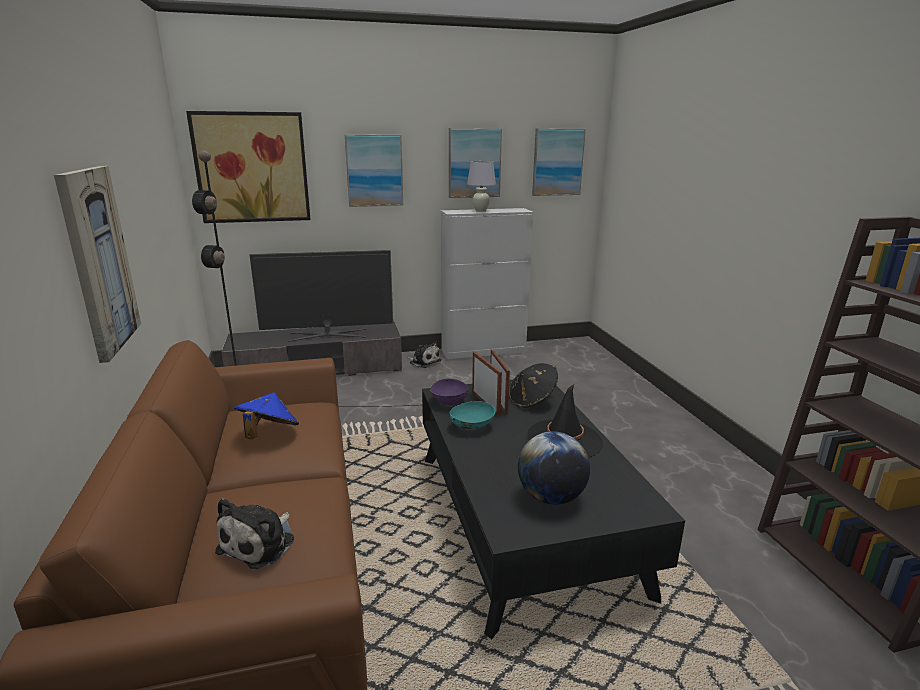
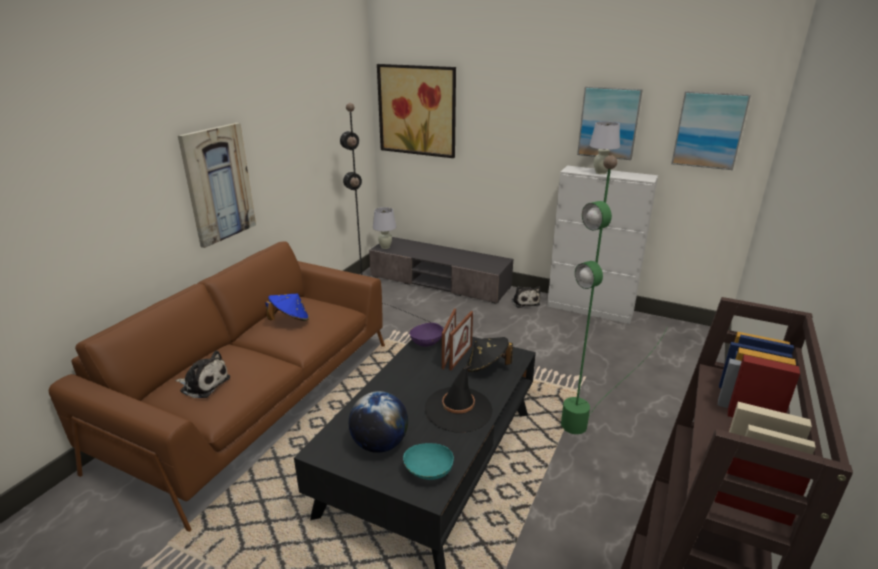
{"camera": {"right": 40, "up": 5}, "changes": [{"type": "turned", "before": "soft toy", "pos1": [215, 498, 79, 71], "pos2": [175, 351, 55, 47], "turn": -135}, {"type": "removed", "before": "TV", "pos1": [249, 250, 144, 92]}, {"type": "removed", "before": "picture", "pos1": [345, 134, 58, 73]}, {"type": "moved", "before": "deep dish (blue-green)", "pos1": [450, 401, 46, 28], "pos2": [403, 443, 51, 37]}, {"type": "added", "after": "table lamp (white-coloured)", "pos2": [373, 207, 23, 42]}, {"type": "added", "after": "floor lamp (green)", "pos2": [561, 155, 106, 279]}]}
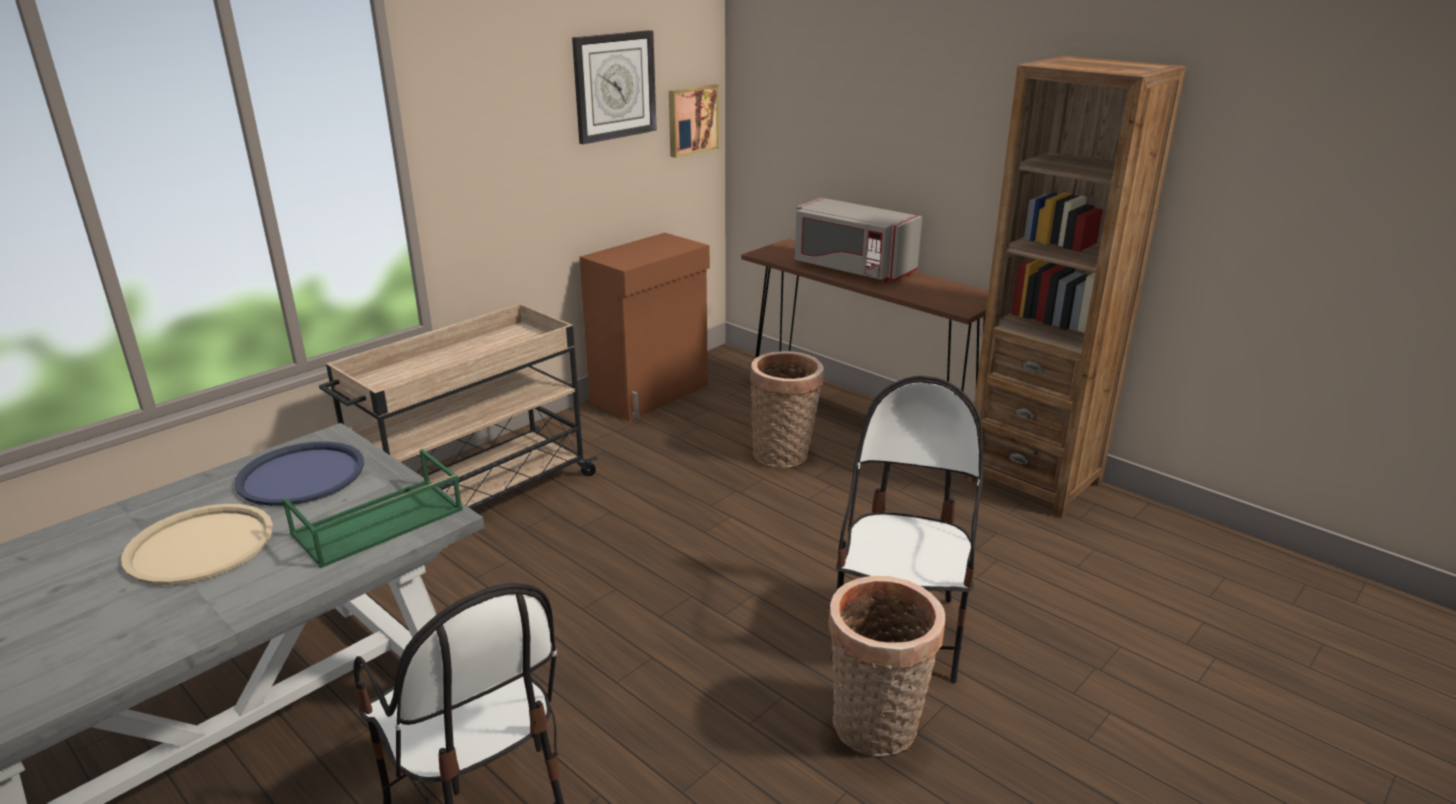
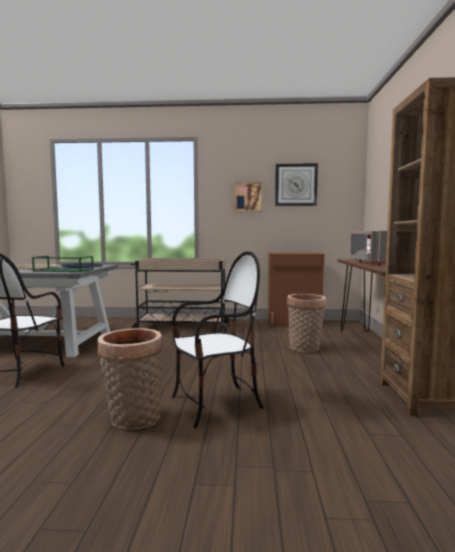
{"camera": {"right": 50, "up": -20}, "changes": [{"type": "moved", "before": "picture", "pos1": [669, 84, 51, 74], "pos2": [234, 182, 29, 30]}]}
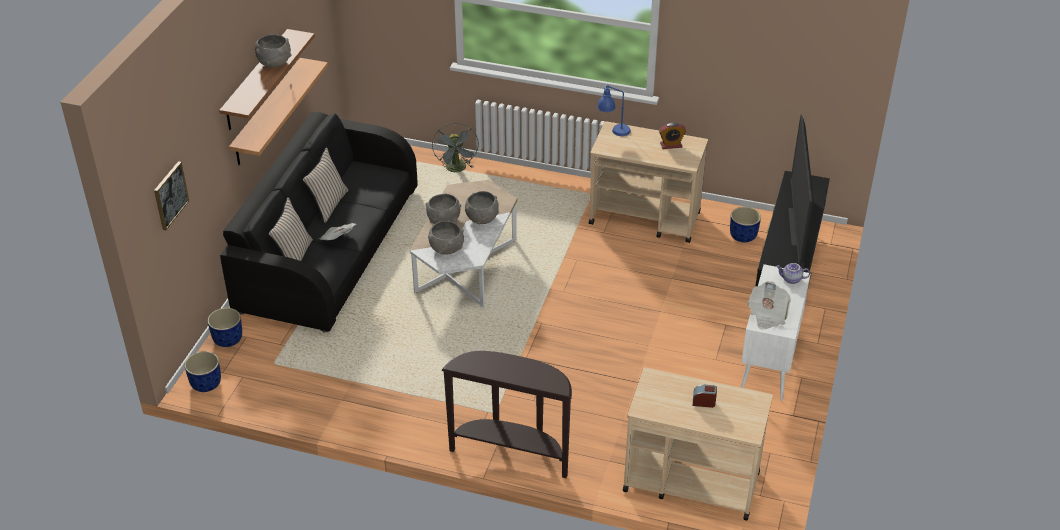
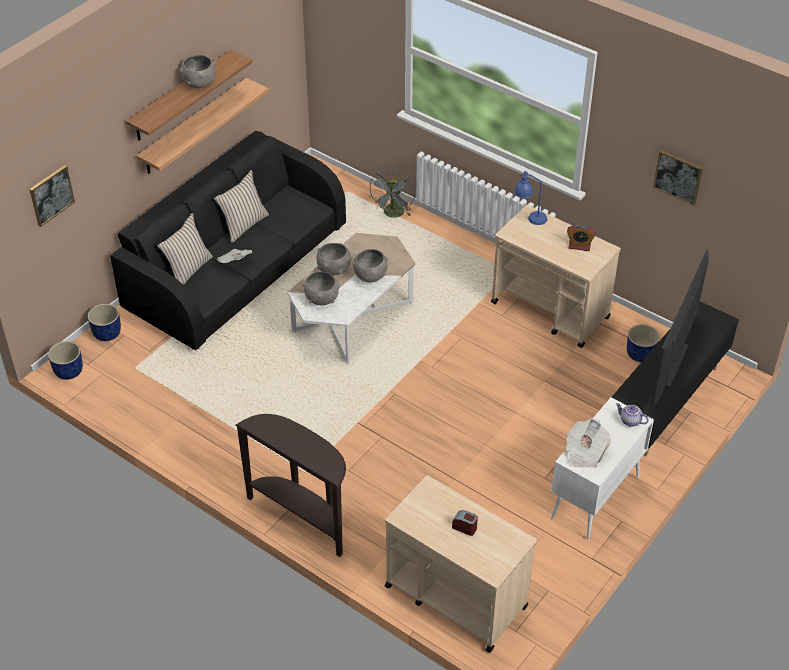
{"camera": {"right": 20, "up": 5}, "changes": [{"type": "added", "after": "picture", "pos2": [653, 150, 50, 56]}]}
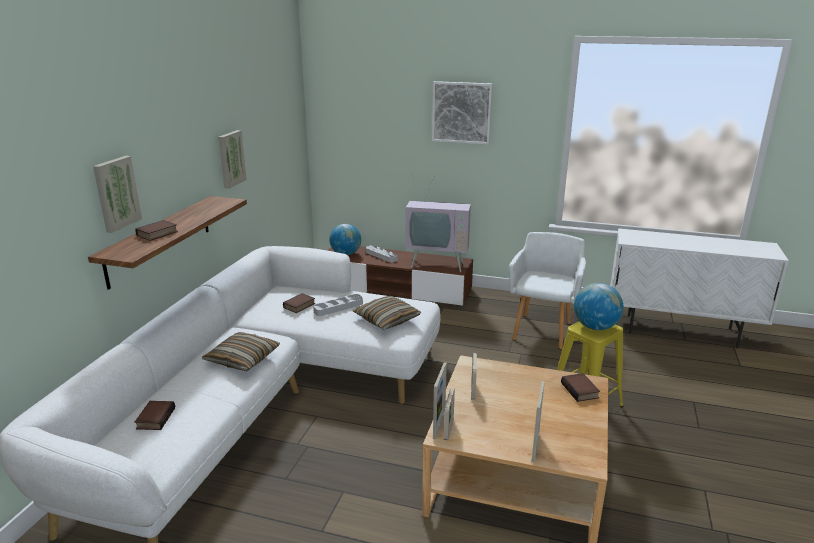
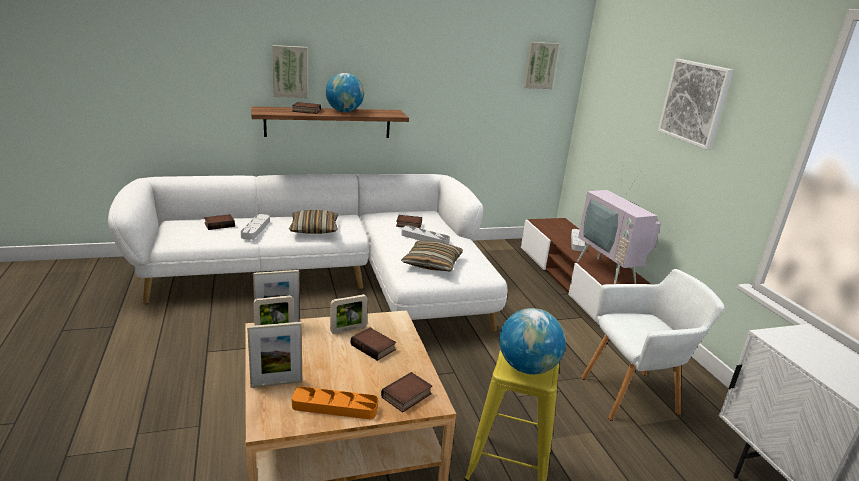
{"camera": {"right": 55, "up": 0}, "changes": [{"type": "moved", "before": "picture", "pos1": [218, 130, 29, 59], "pos2": [524, 42, 35, 47]}, {"type": "moved", "before": "globe", "pos1": [329, 224, 32, 31], "pos2": [326, 73, 38, 39]}, {"type": "added", "after": "tray (grey)", "pos2": [241, 214, 29, 26]}, {"type": "added", "after": "tray (orange-coloured)", "pos2": [292, 386, 86, 33]}, {"type": "added", "after": "volume", "pos2": [351, 328, 45, 33]}]}
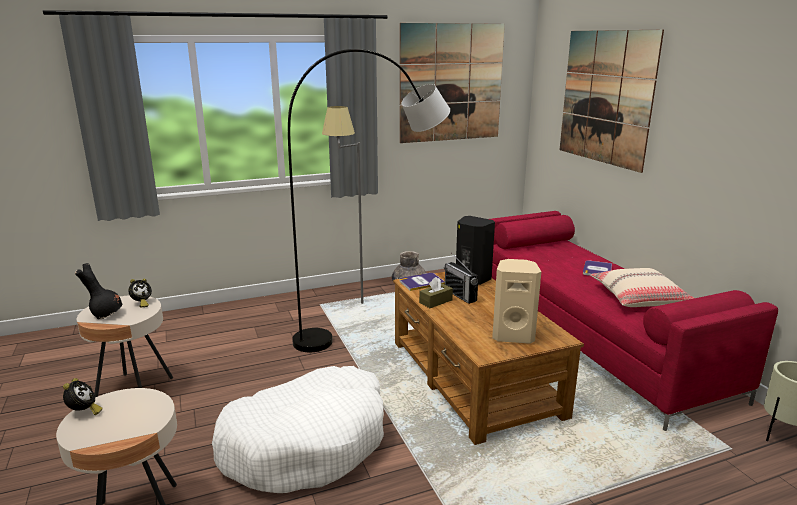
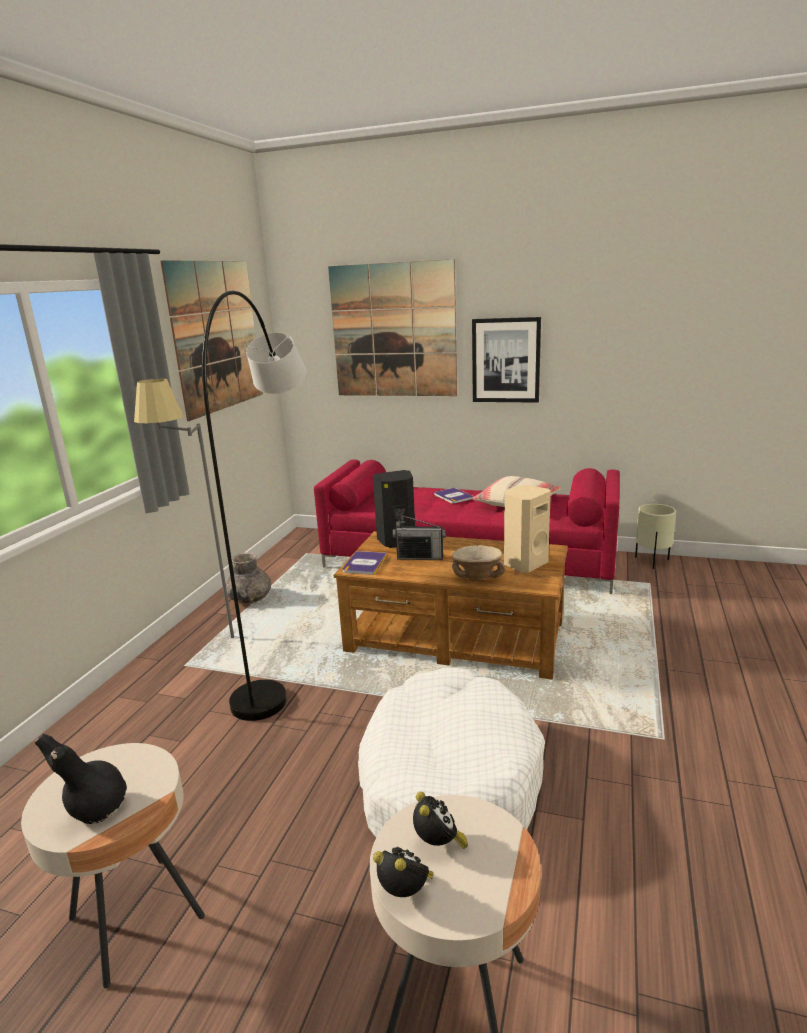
{"camera": {"right": -50, "up": 0}, "changes": [{"type": "moved", "before": "alarm clock", "pos1": [129, 279, 23, 28], "pos2": [413, 792, 55, 57]}, {"type": "removed", "before": "tissue box (brown)", "pos1": [419, 277, 34, 31]}, {"type": "added", "after": "deep dish (beige-coloured)", "pos2": [452, 545, 53, 36]}, {"type": "added", "after": "picture", "pos2": [472, 317, 69, 86]}]}
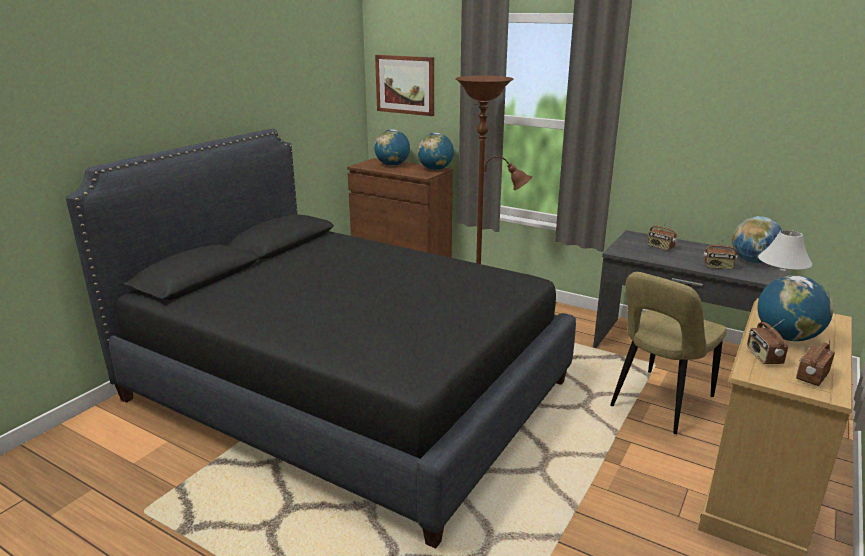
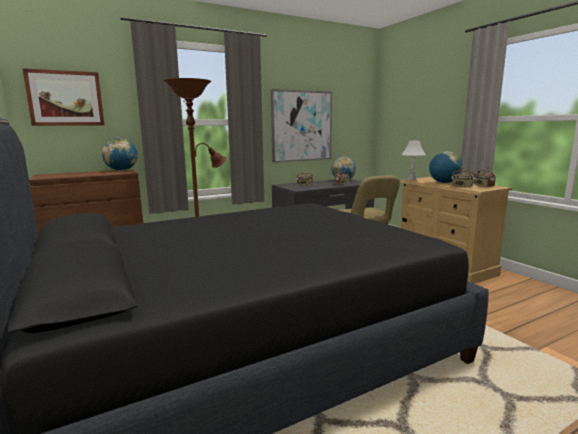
{"camera": {"right": -60, "up": -10}, "changes": [{"type": "removed", "before": "globe", "pos1": [374, 129, 36, 37]}, {"type": "added", "after": "picture", "pos2": [271, 89, 61, 73]}]}
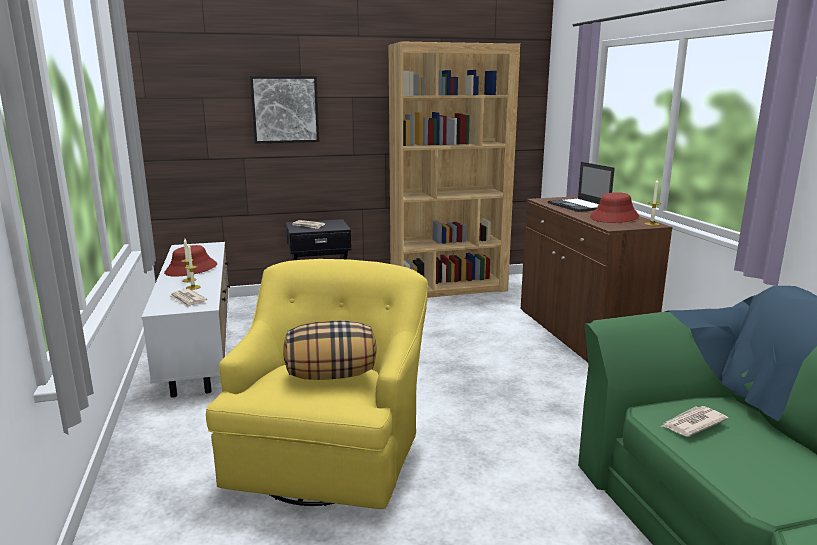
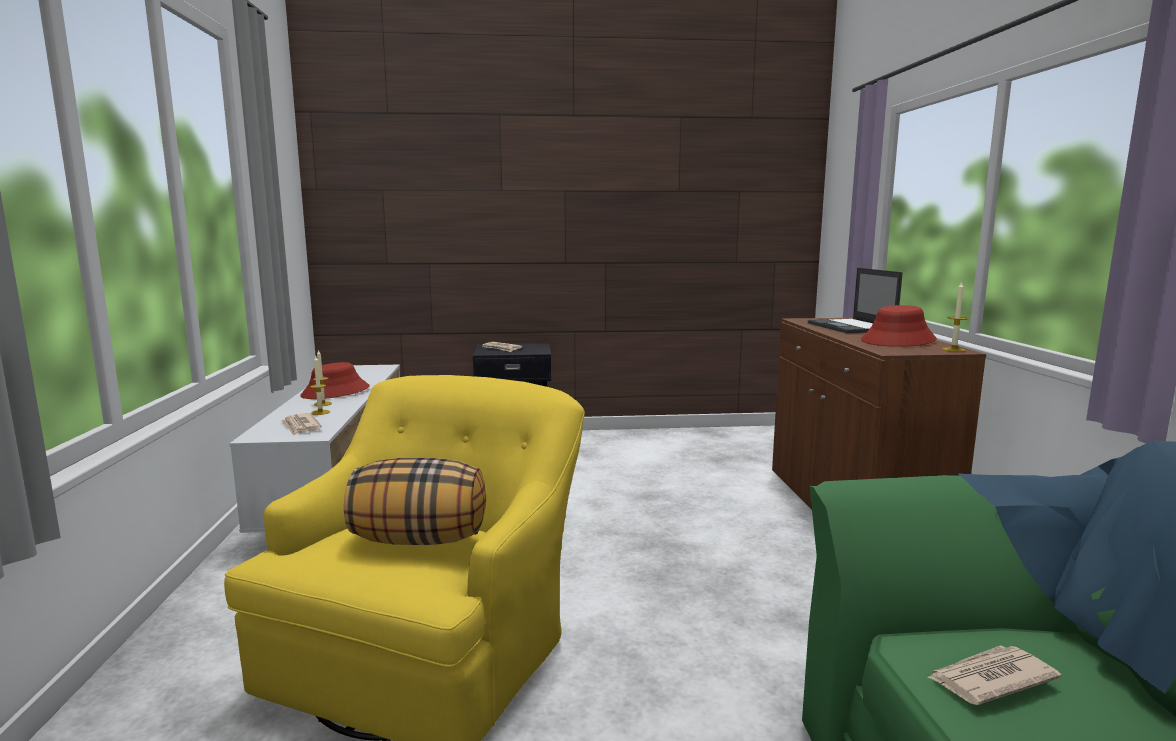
{"camera": {"right": 10, "up": -5}, "changes": [{"type": "removed", "before": "picture", "pos1": [250, 76, 69, 68]}, {"type": "removed", "before": "shelving unit (brown)", "pos1": [388, 42, 132, 256]}]}
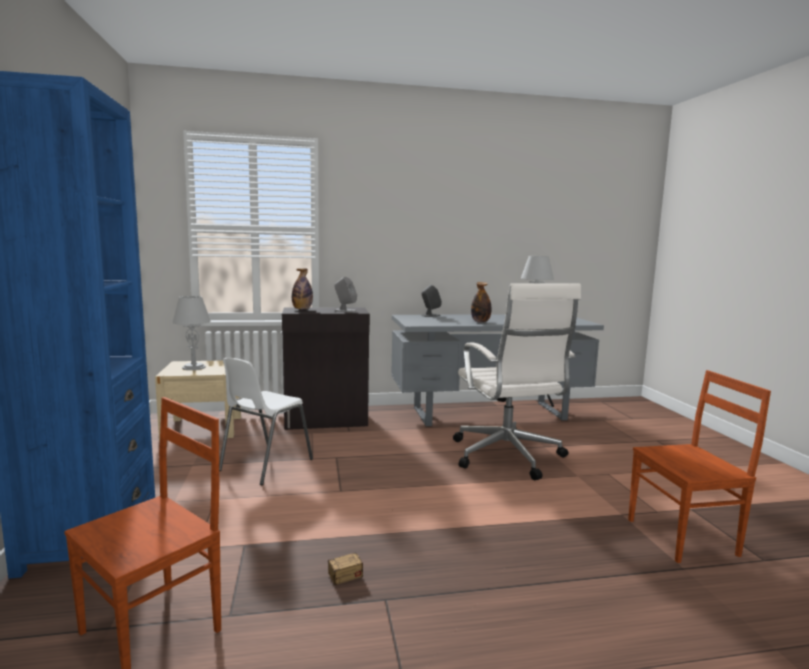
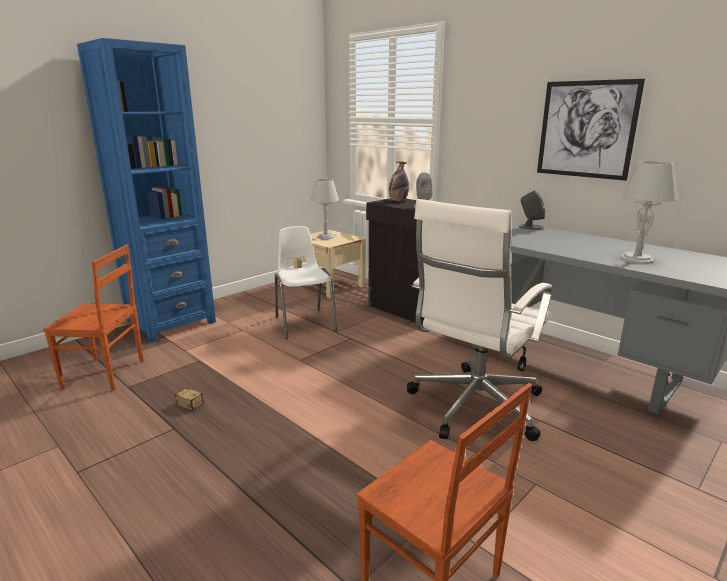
{"camera": {"right": 55, "up": 10}, "changes": [{"type": "turned", "before": "plain chair (white-coloured)", "pos1": [219, 358, 94, 127], "pos2": [275, 226, 62, 113], "turn": 75}, {"type": "removed", "before": "drink bottle", "pos1": [471, 282, 20, 40]}, {"type": "added", "after": "picture", "pos2": [537, 79, 108, 102]}]}
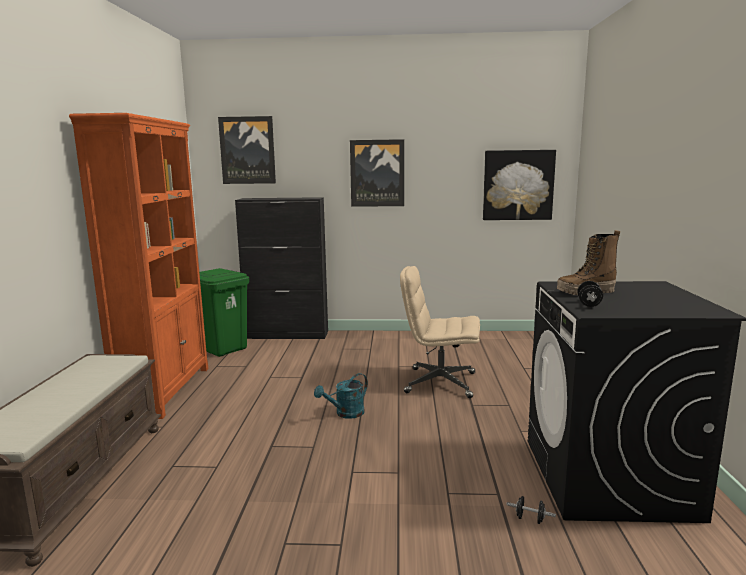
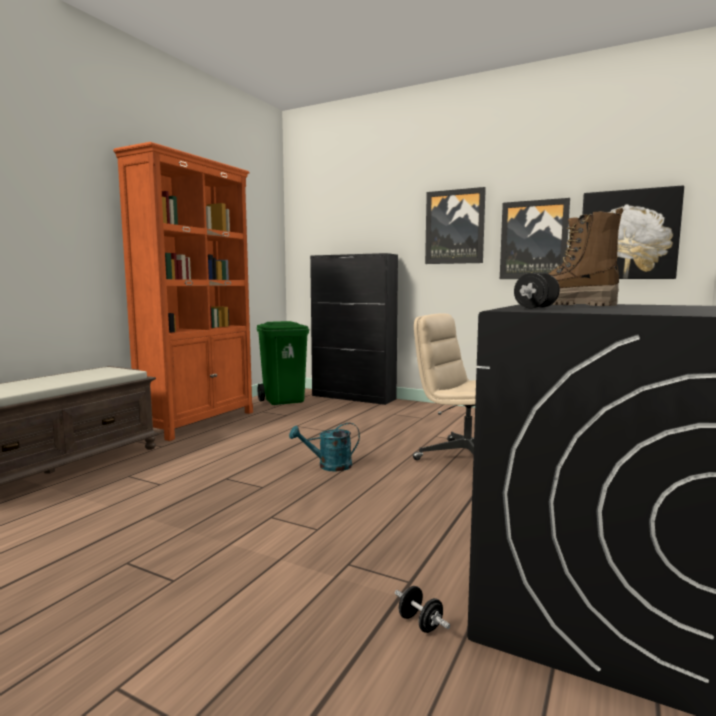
{"camera": {"right": 25, "up": -5}, "changes": [{"type": "moved", "before": "picture", "pos1": [218, 116, 58, 68], "pos2": [500, 198, 70, 81]}]}
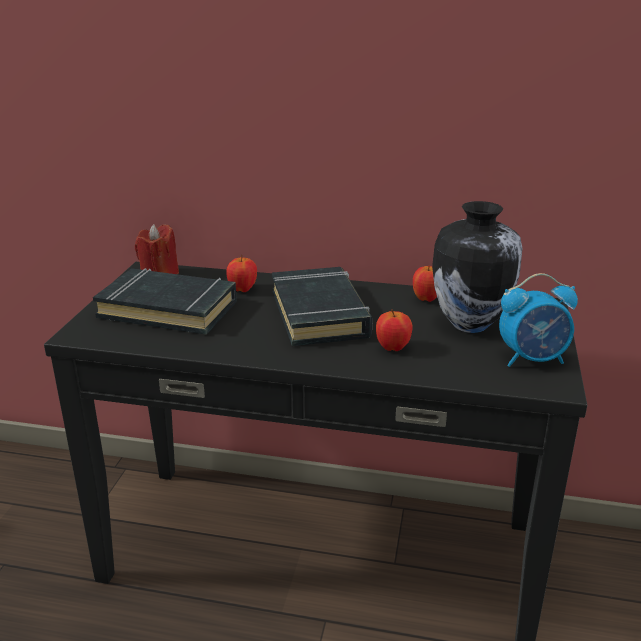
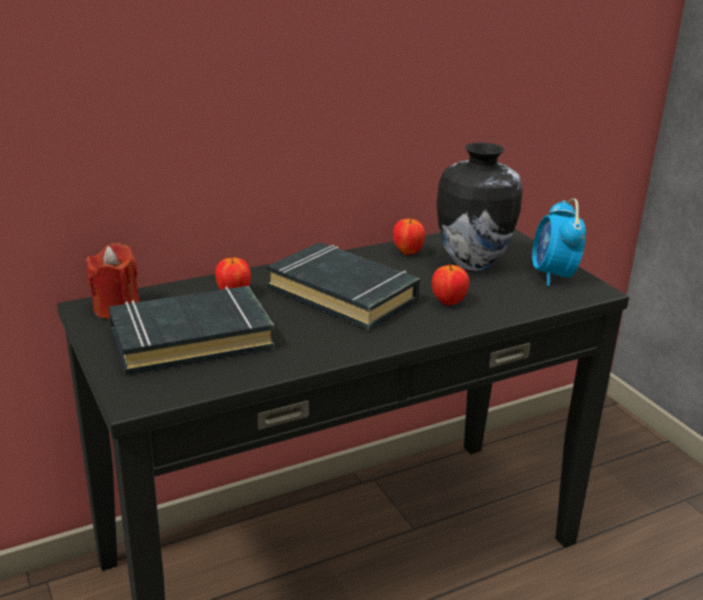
{"camera": {"right": -40, "up": 0}, "changes": [{"type": "turned", "before": "alarm clock", "pos1": [499, 273, 79, 94], "pos2": [532, 198, 54, 88], "turn": 135}]}
